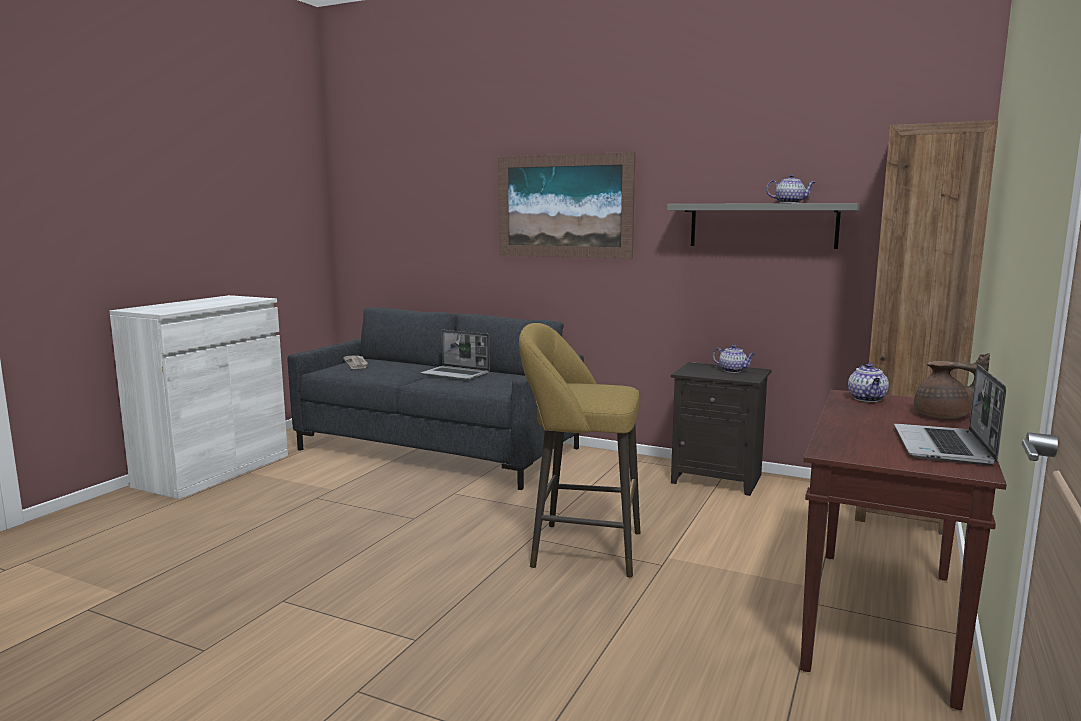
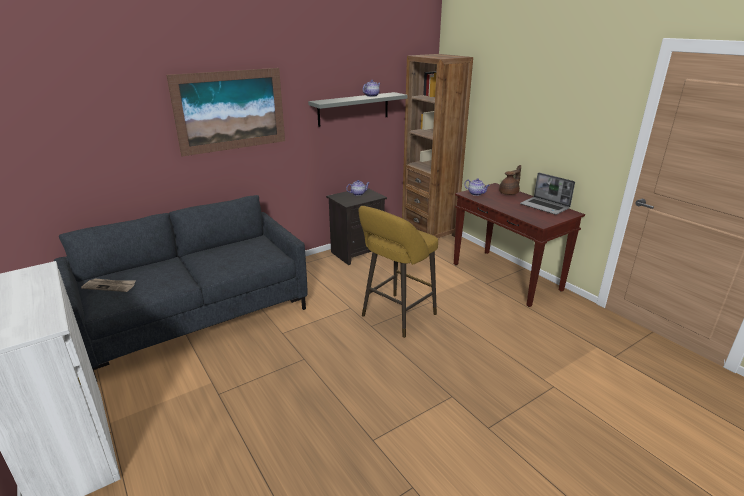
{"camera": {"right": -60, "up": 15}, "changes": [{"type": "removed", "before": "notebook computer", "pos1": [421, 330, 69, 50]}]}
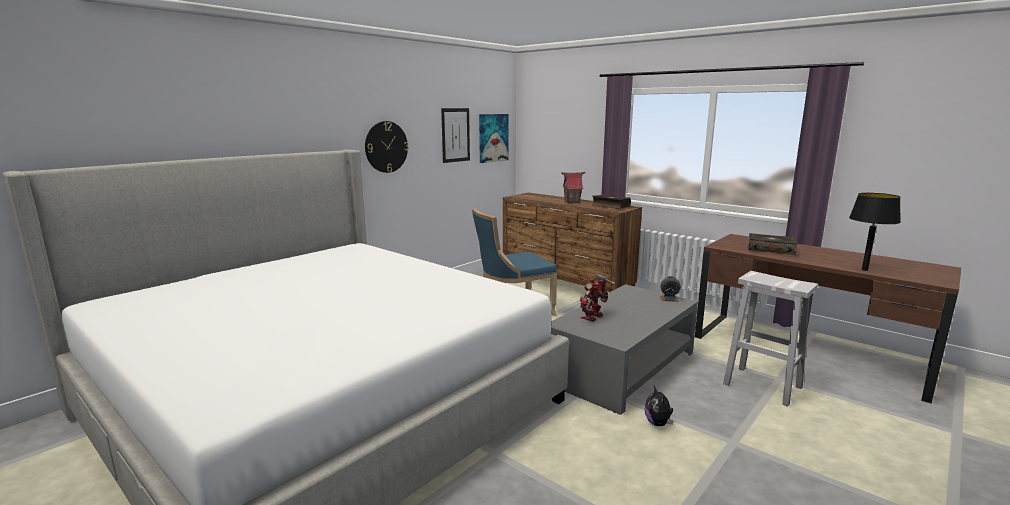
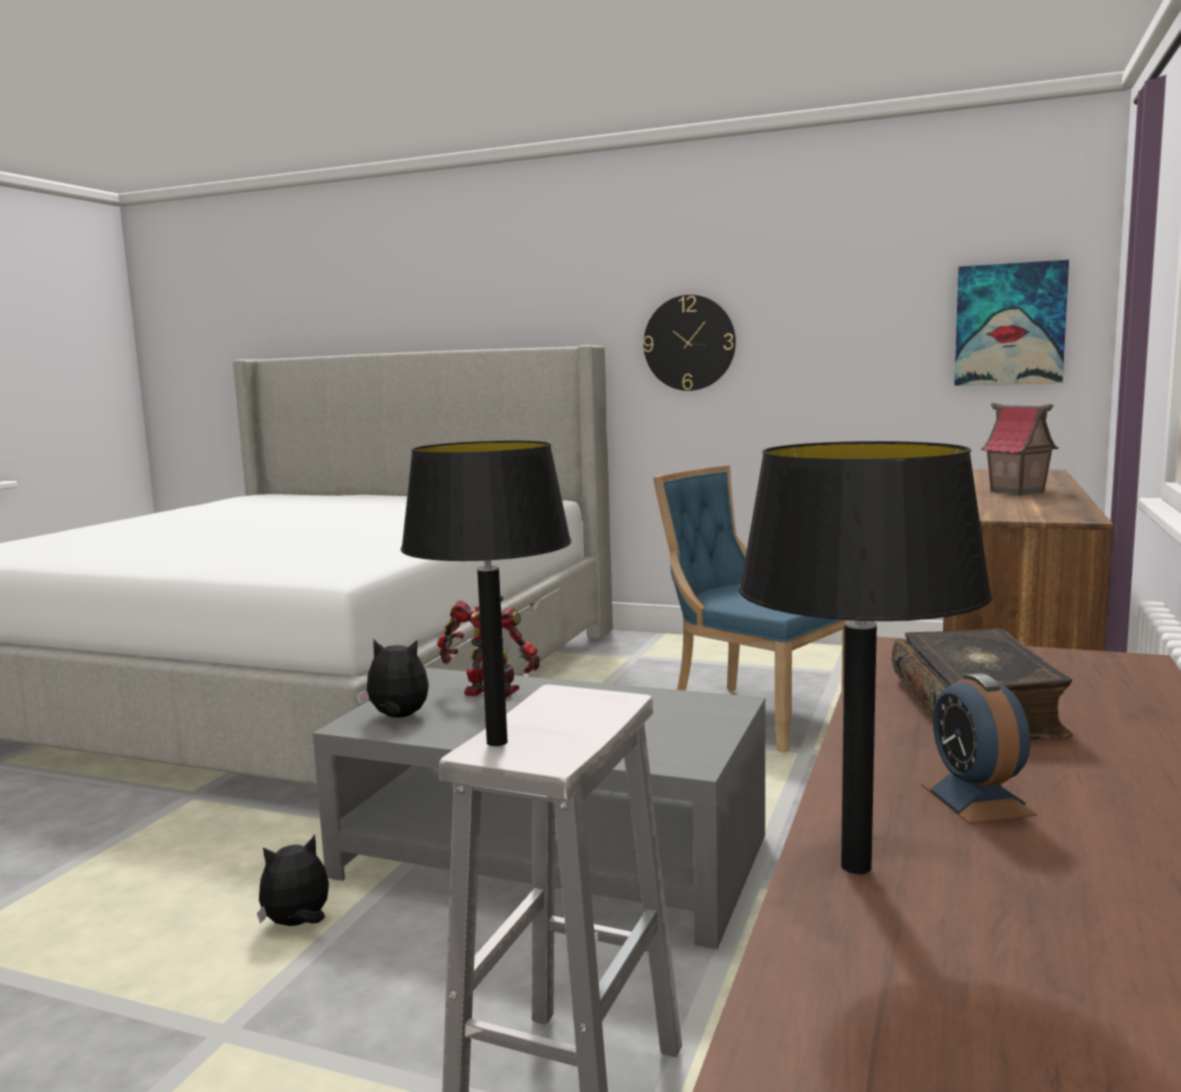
{"camera": {"right": 70, "up": -5}, "changes": [{"type": "removed", "before": "picture", "pos1": [441, 108, 29, 55]}, {"type": "removed", "before": "volume", "pos1": [592, 195, 39, 14]}, {"type": "moved", "before": "alarm clock", "pos1": [660, 276, 21, 26], "pos2": [921, 673, 116, 151]}, {"type": "added", "after": "soft toy", "pos2": [356, 639, 73, 79]}, {"type": "added", "after": "table lamp (black)", "pos2": [401, 441, 171, 305]}]}
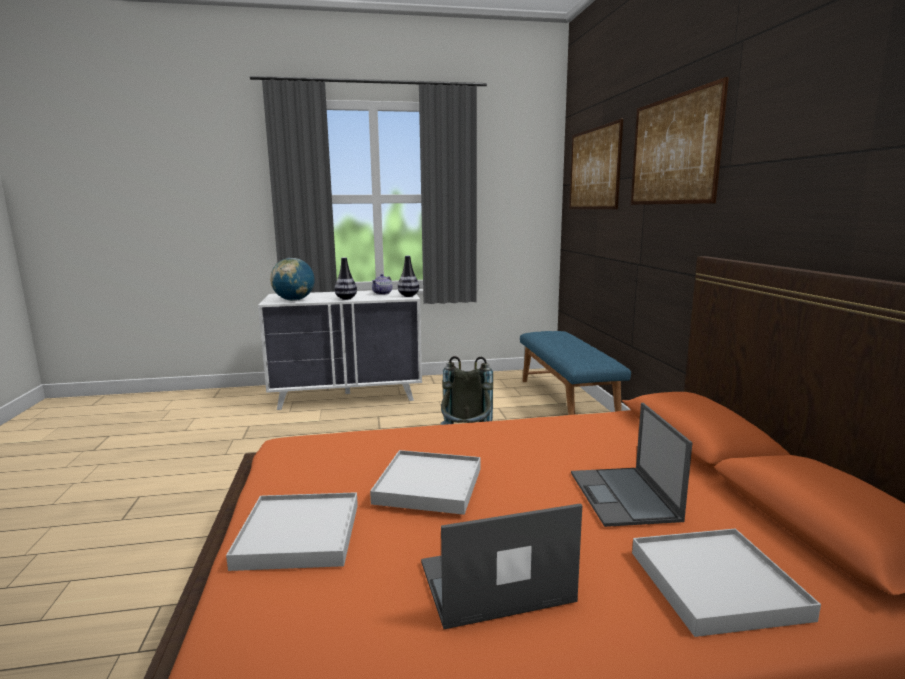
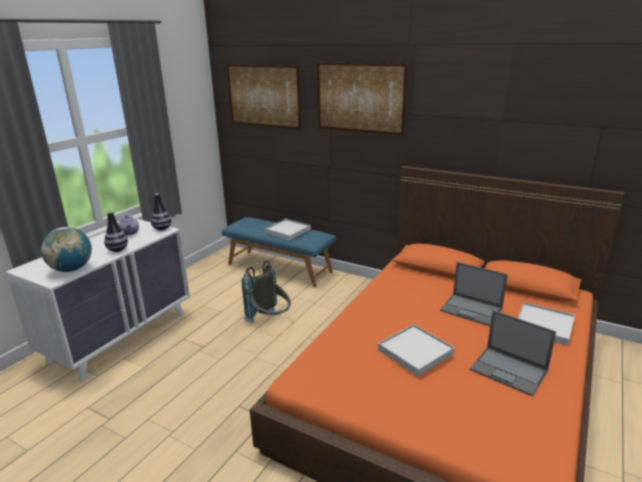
{"camera": {"right": -50, "up": 10}, "changes": [{"type": "moved", "before": "tray (white-coloured)", "pos1": [226, 492, 132, 79], "pos2": [265, 219, 46, 21]}, {"type": "turned", "before": "notebook computer", "pos1": [421, 503, 161, 126], "pos2": [470, 310, 86, 87], "turn": -75}]}
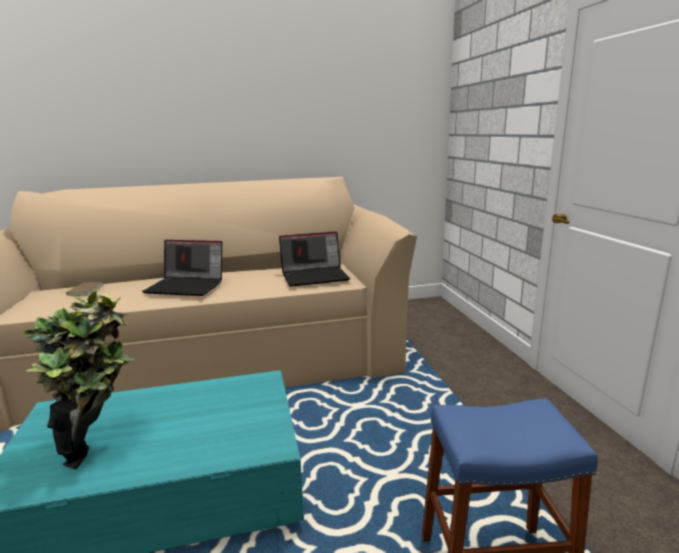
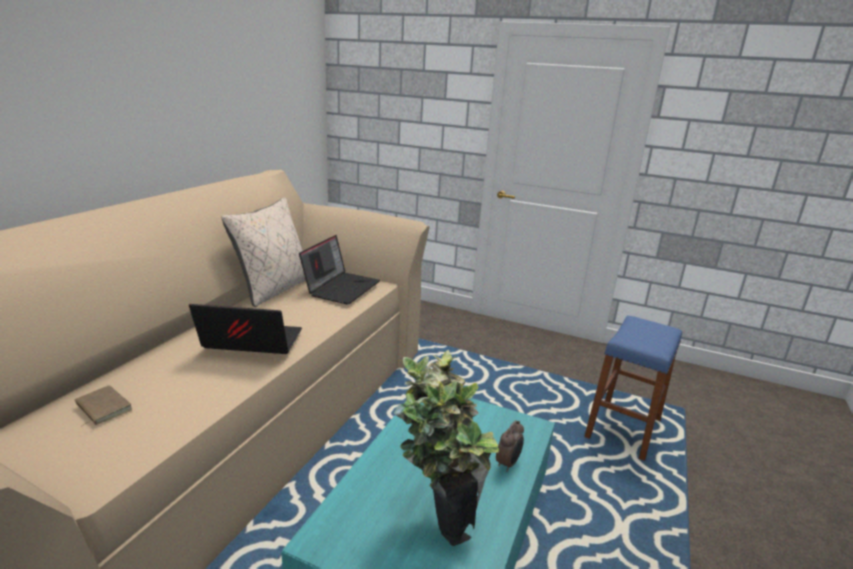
{"camera": {"right": -55, "up": 5}, "changes": [{"type": "turned", "before": "notebook computer", "pos1": [142, 240, 80, 56], "pos2": [189, 304, 113, 50], "turn": -135}, {"type": "added", "after": "pillow (beige-coloured)", "pos2": [222, 198, 84, 109]}, {"type": "added", "after": "alarm clock", "pos2": [496, 420, 28, 52]}]}
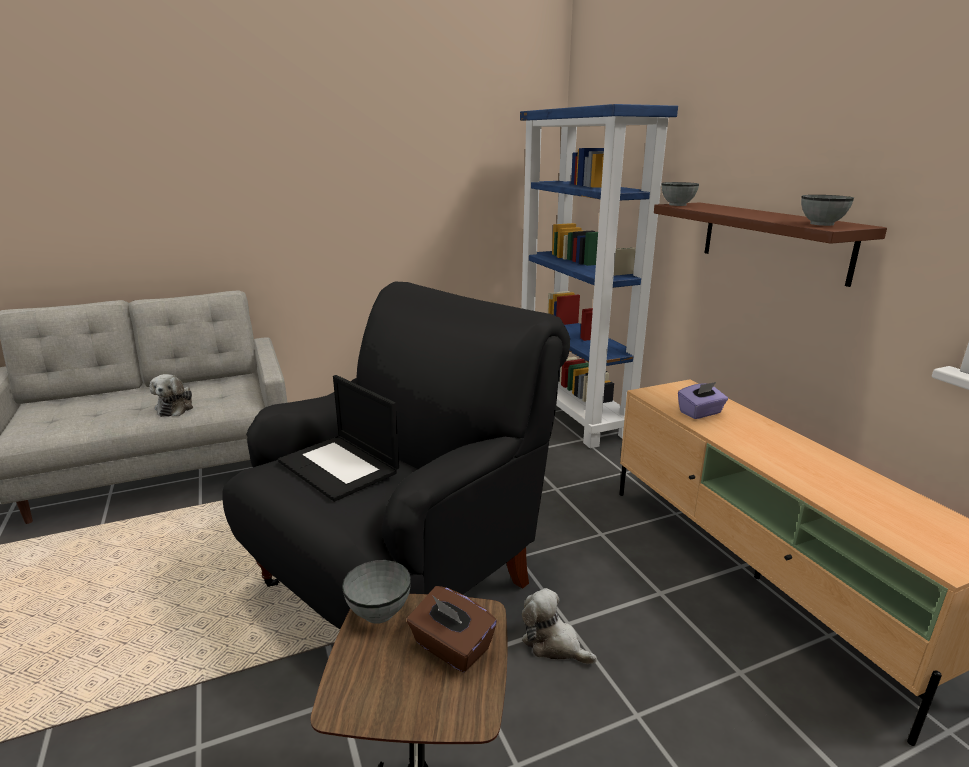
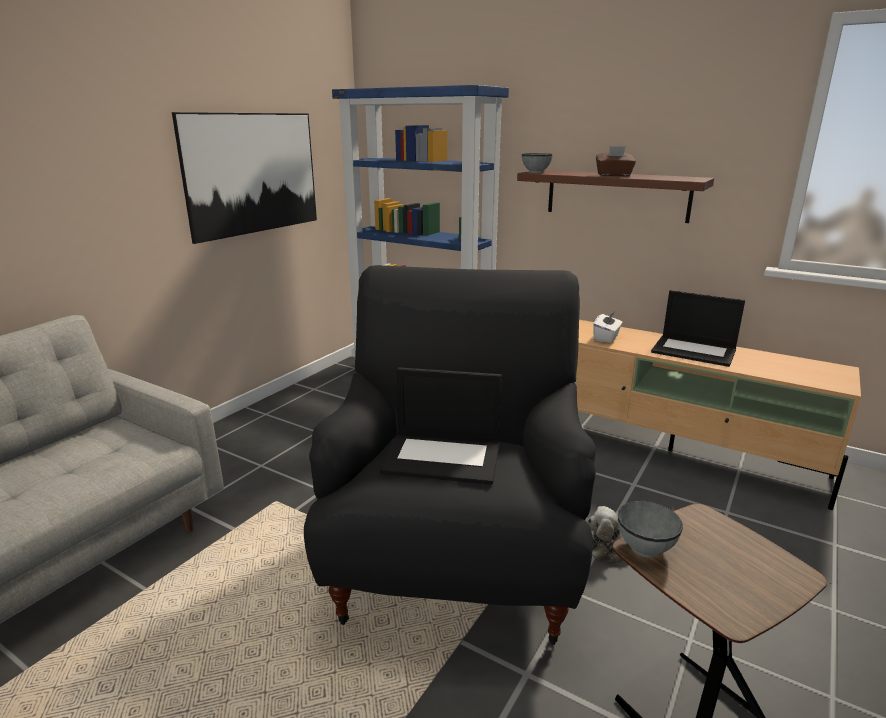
{"camera": {"right": -35, "up": 0}, "changes": [{"type": "removed", "before": "soft toy", "pos1": [150, 374, 43, 43]}, {"type": "moved", "before": "tissue box (brown)", "pos1": [407, 586, 90, 86], "pos2": [596, 146, 40, 30]}, {"type": "recoloured", "before": "tissue box (purple)", "after": "tissue box (white-coloured)", "pos1": [678, 382, 50, 37], "pos2": [593, 311, 29, 32]}, {"type": "removed", "before": "deep dish (grey)", "pos1": [801, 195, 53, 31]}, {"type": "added", "after": "picture", "pos2": [172, 112, 145, 132]}, {"type": "added", "after": "notebook computer", "pos2": [651, 290, 94, 77]}]}
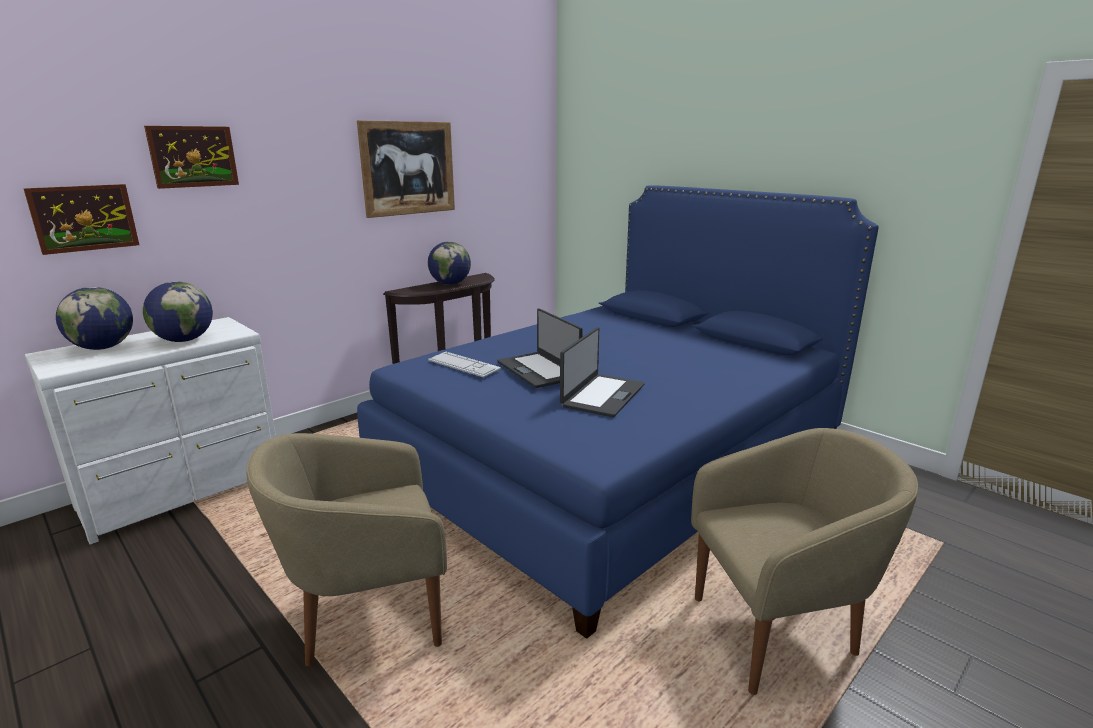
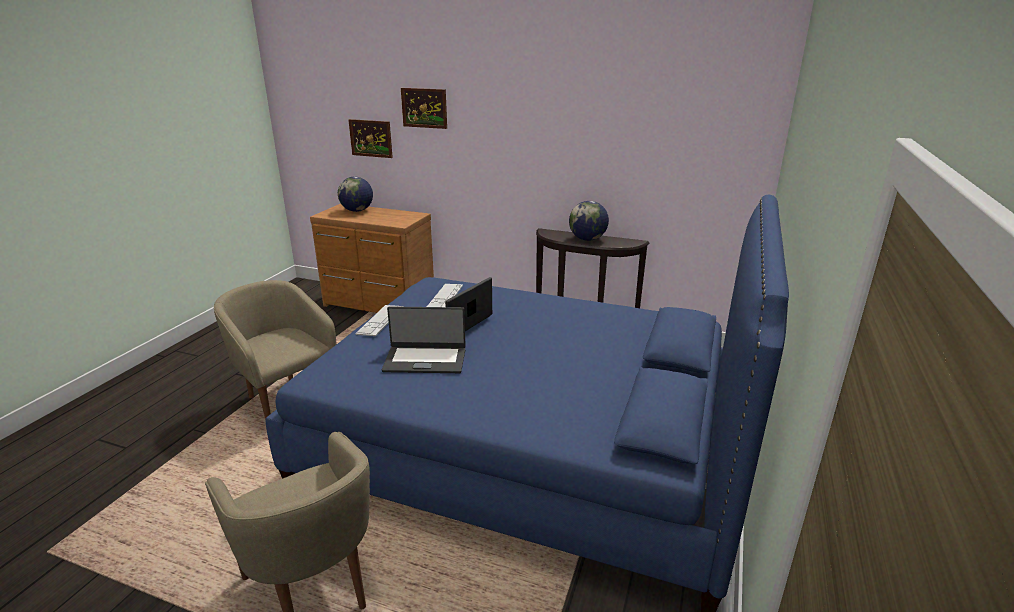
{"camera": {"right": 65, "up": 5}, "changes": [{"type": "recoloured", "before": "dresser (white-coloured)", "after": "dresser (brown)", "pos1": [25, 317, 251, 227], "pos2": [310, 204, 124, 109]}, {"type": "removed", "before": "globe", "pos1": [143, 281, 70, 61]}, {"type": "removed", "before": "picture", "pos1": [357, 120, 98, 98]}, {"type": "added", "after": "keyboard", "pos2": [355, 305, 49, 31]}]}
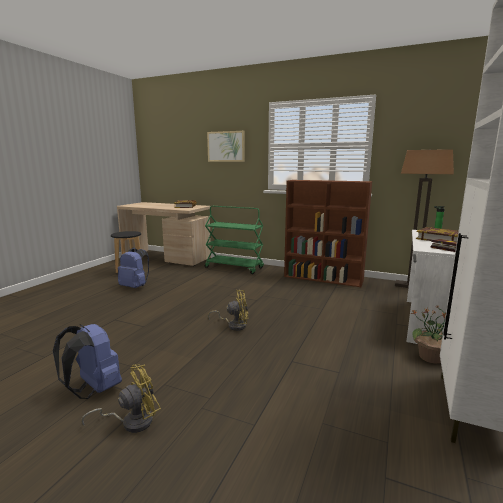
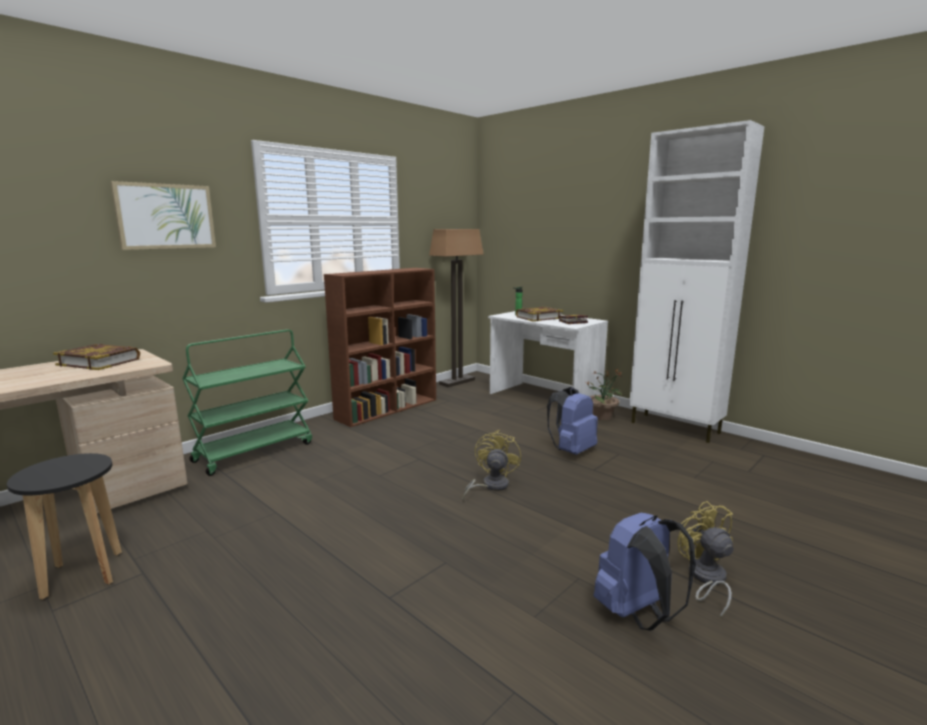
{"camera": {"right": -70, "up": 0}, "changes": [{"type": "moved", "before": "backpack (blue-coloured)", "pos1": [118, 248, 31, 40], "pos2": [547, 387, 51, 68]}]}
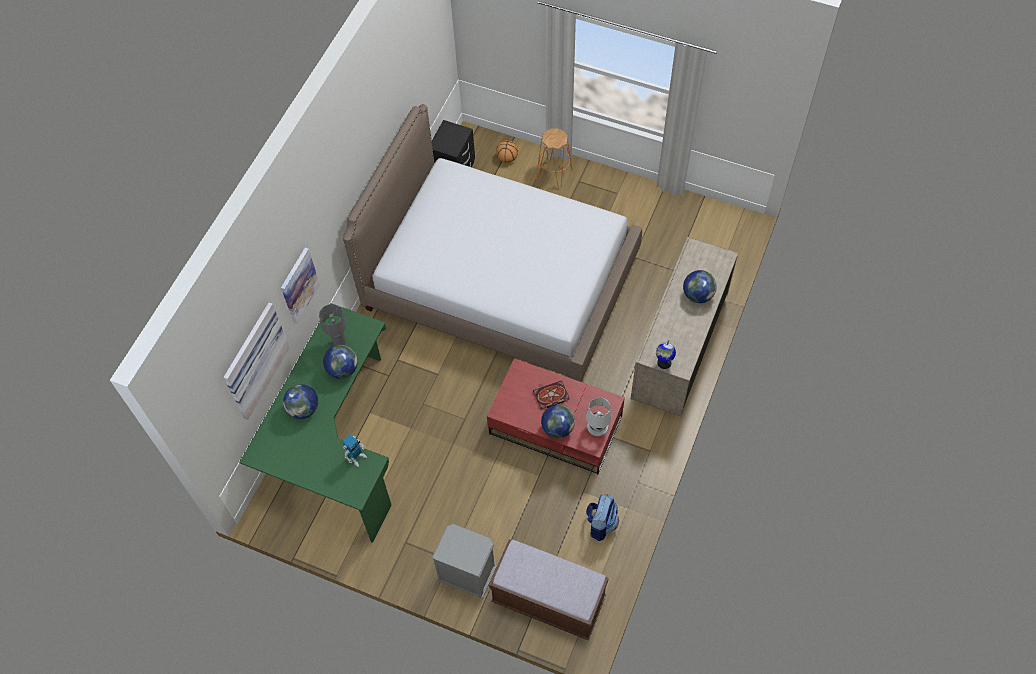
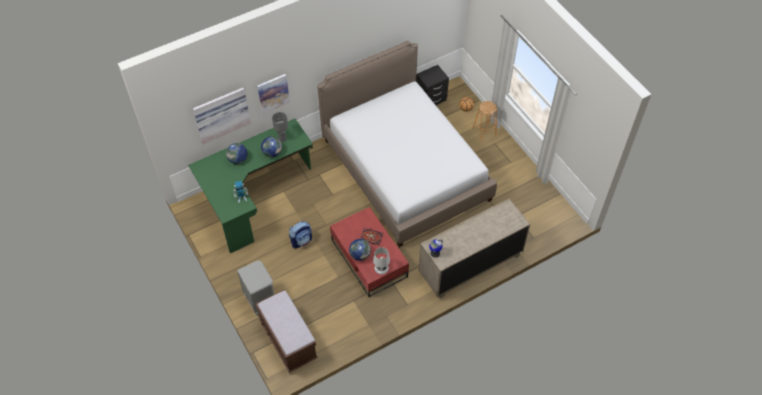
{"camera": {"right": 35, "up": -5}, "changes": [{"type": "moved", "before": "backpack", "pos1": [586, 494, 33, 47], "pos2": [289, 221, 23, 27]}, {"type": "removed", "before": "globe", "pos1": [683, 270, 34, 33]}]}
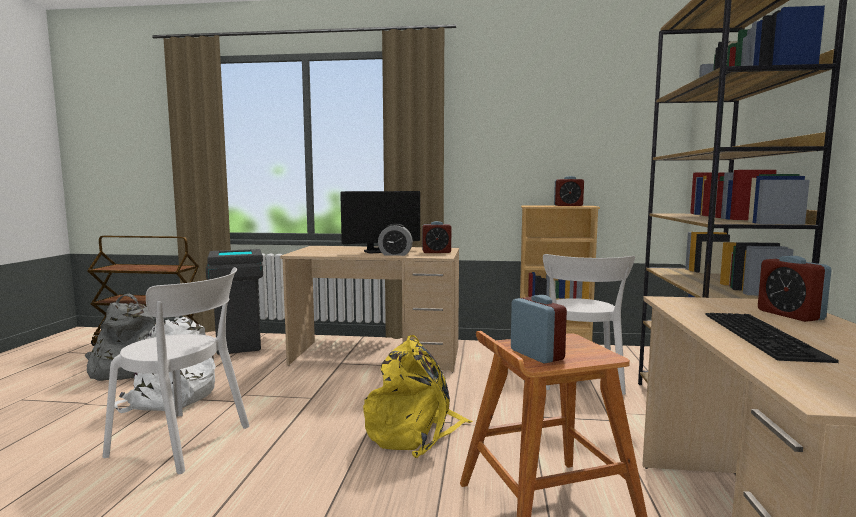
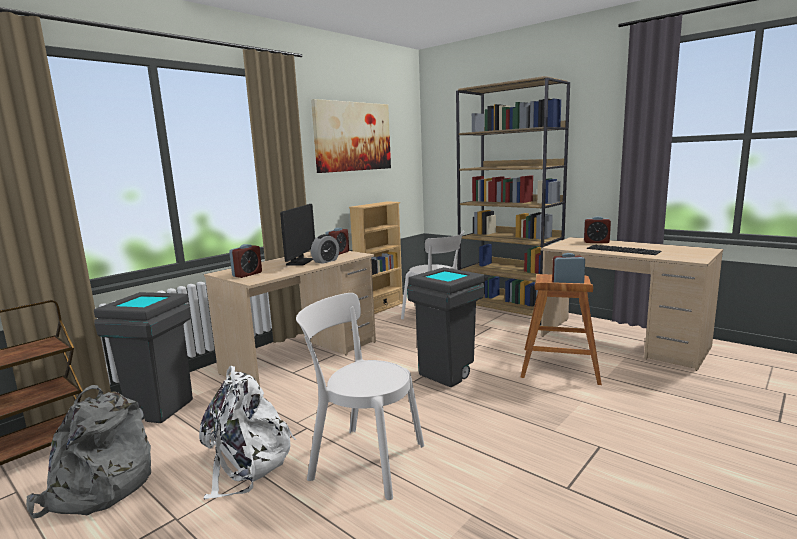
{"camera": {"right": -55, "up": 5}, "changes": [{"type": "turned", "before": "plain chair (white-coloured)", "pos1": [103, 267, 147, 207], "pos2": [296, 293, 128, 207], "turn": -120}, {"type": "replaced", "before": "backpack (yellow)", "after": "rubbish bin (grey)", "pos1": [363, 335, 110, 123], "pos2": [407, 267, 78, 120]}, {"type": "moved", "before": "alarm clock", "pos1": [554, 176, 30, 30], "pos2": [229, 244, 33, 34]}, {"type": "added", "after": "picture", "pos2": [311, 99, 80, 74]}]}
